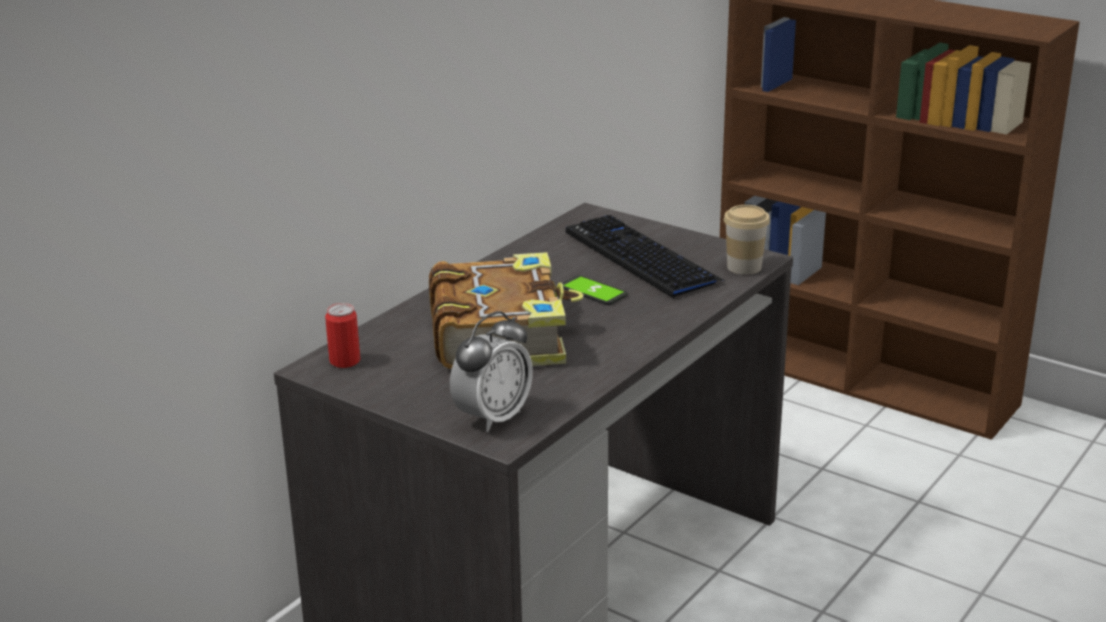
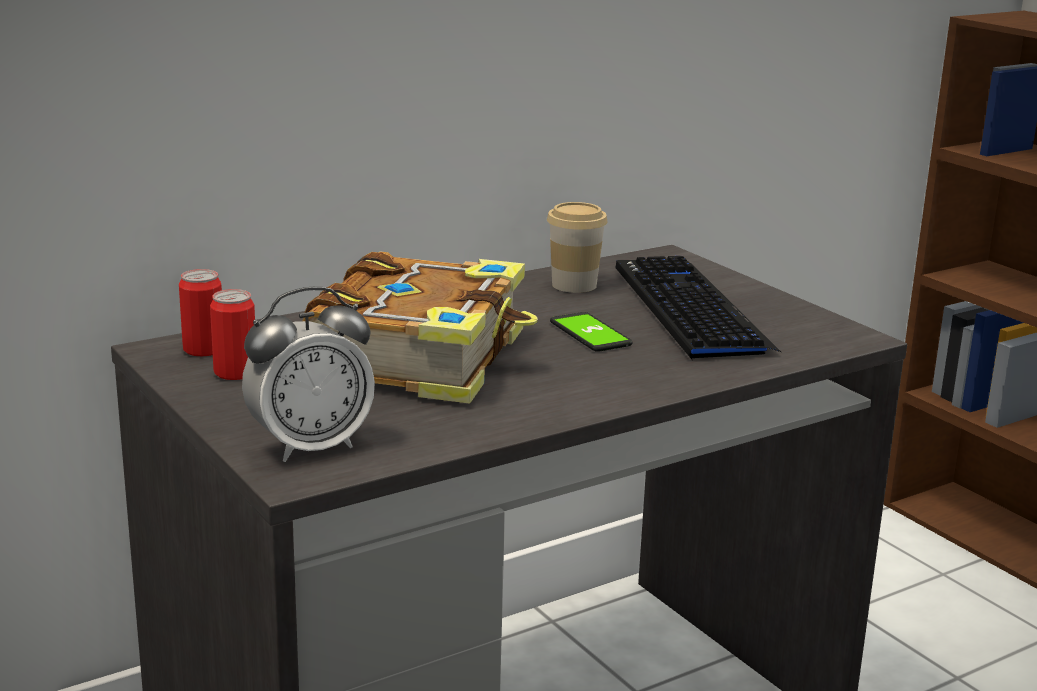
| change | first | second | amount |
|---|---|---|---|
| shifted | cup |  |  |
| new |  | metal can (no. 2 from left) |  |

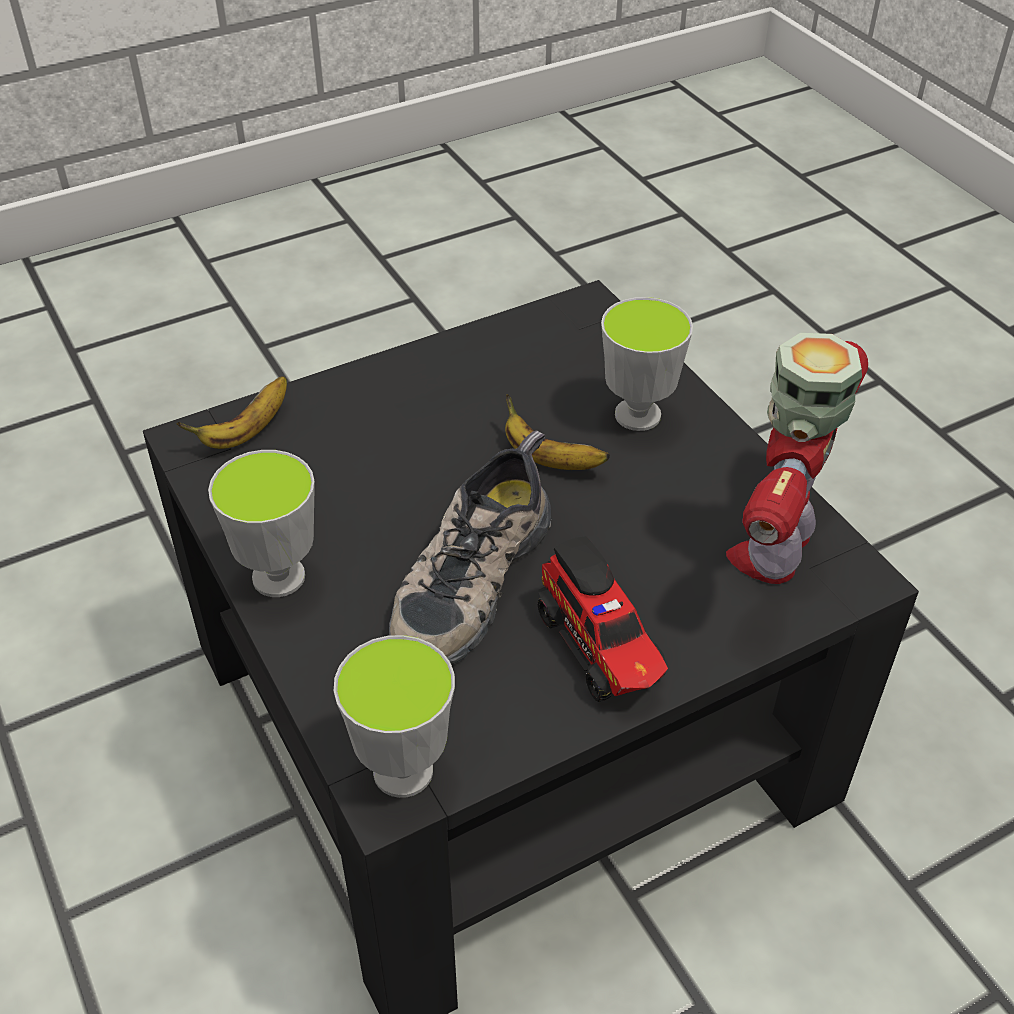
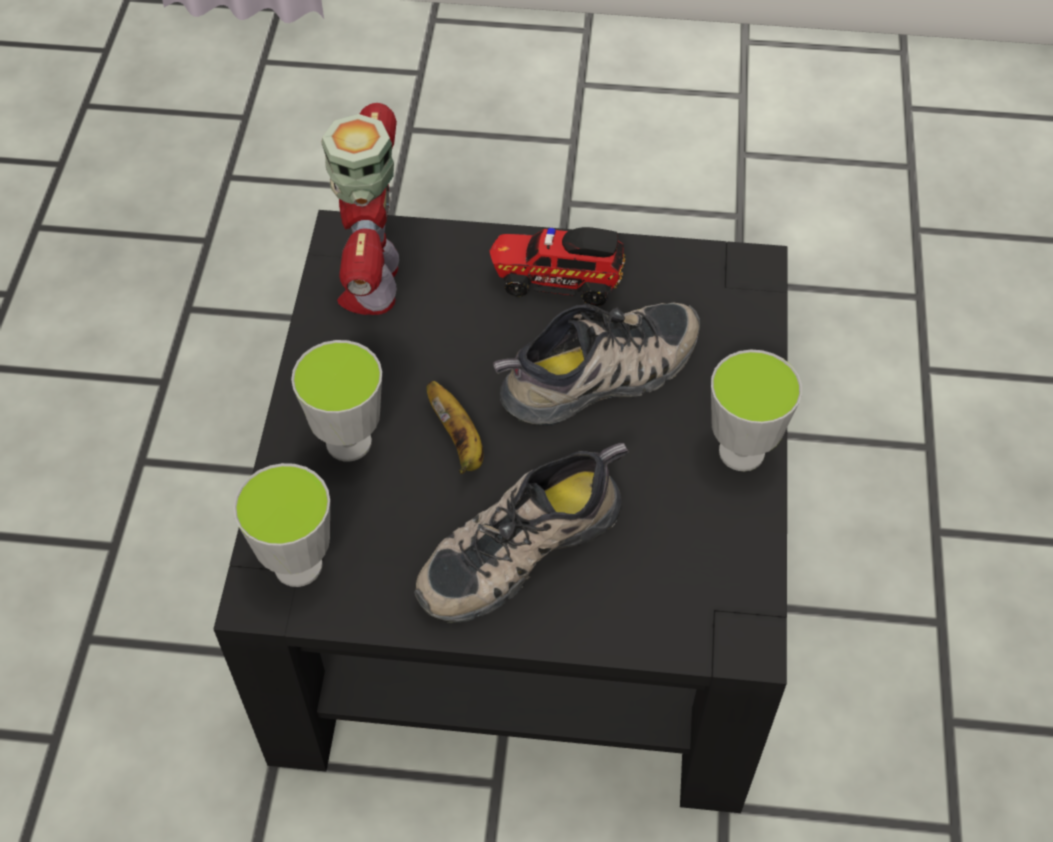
| change | first | second | amount |
|---|---|---|---|
| gone | banana (no. 1 from left) |  |  |
| shifted | cup (no. 2 from left in the first image) | cup (no. 1 from left) |  |
| rotated | toy truck |  | 90 degrees counterclockwise |
| rotated | model robot |  | 120 degrees clockwise |
| new |  | shoe (no. 1 from left) |  |

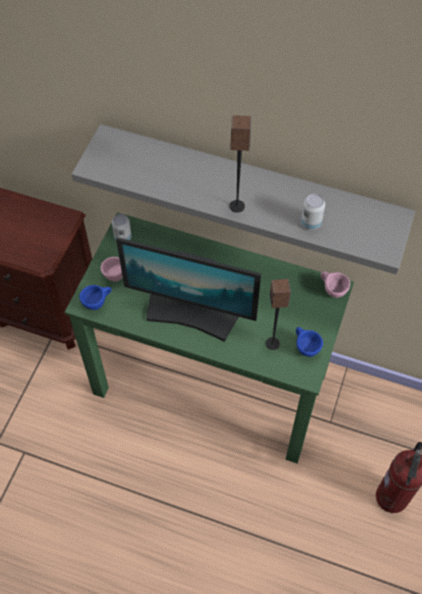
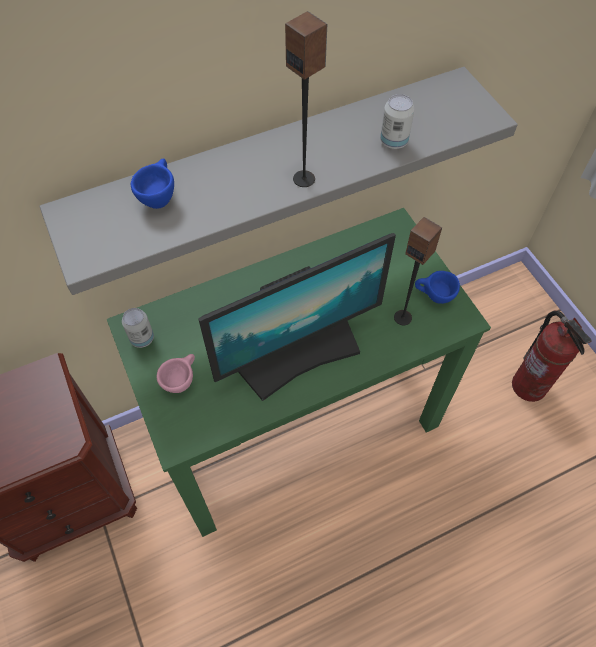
| change | first | second | amount |
|---|---|---|---|
| shifted | cup (blue-coloured) (no. 1 from left) |  |  |
| gone | cup (pink) (no. 2 from left) |  |  |

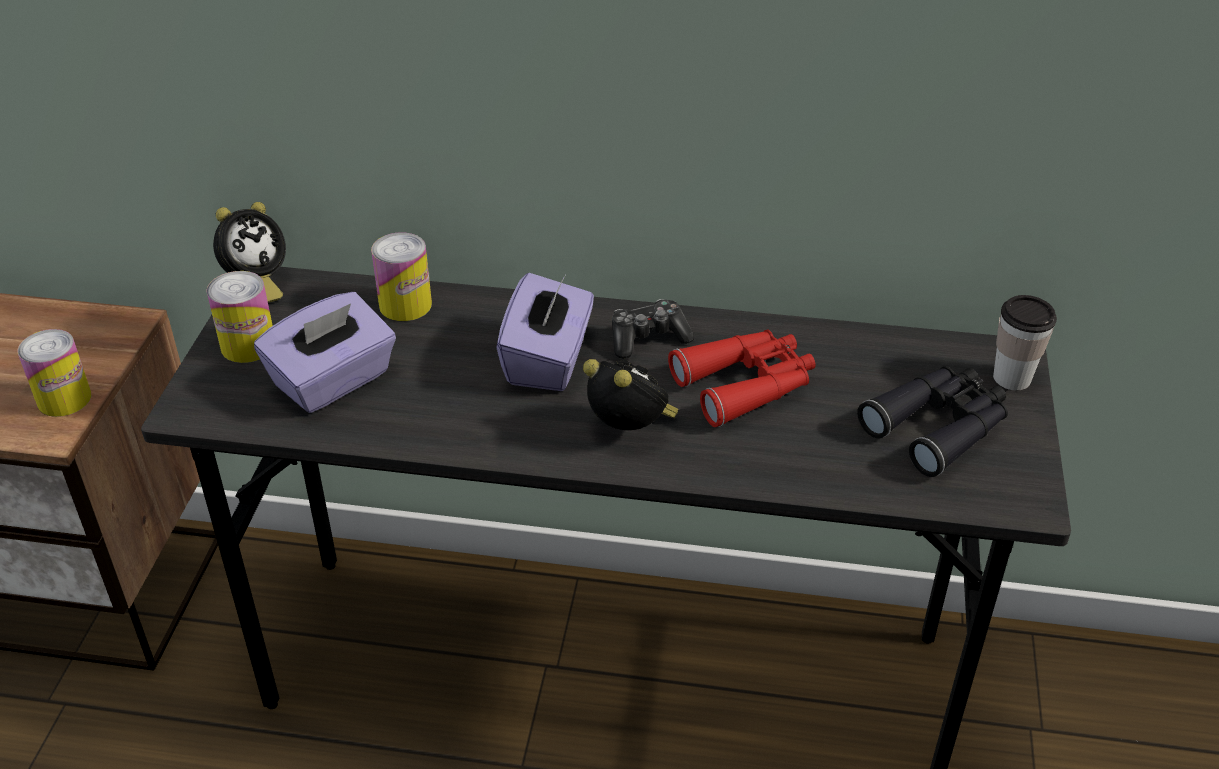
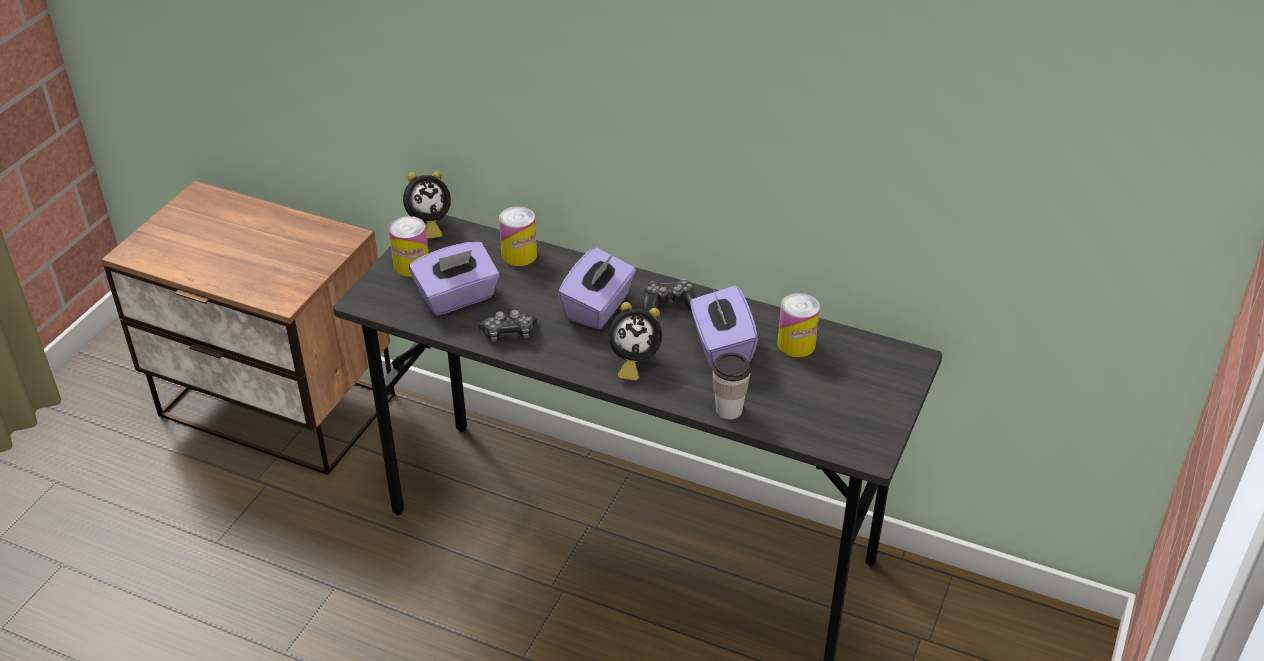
| change | first | second | amount |
|---|---|---|---|
| shifted | metal can (no. 1 from left in the first image) | metal can (no. 3 from left) |  |
| rotated | table clock (no. 2 from left) |  | 120 degrees clockwise |
| swapped | pair of binoculars (reddish) | tissue holder (purple) (no. 3 from left) |  |
| gone | pair of binoculars (black-coloured) |  |  |
| shifted | cup |  |  |
| new |  | game controller (no. 1 from left) |  |

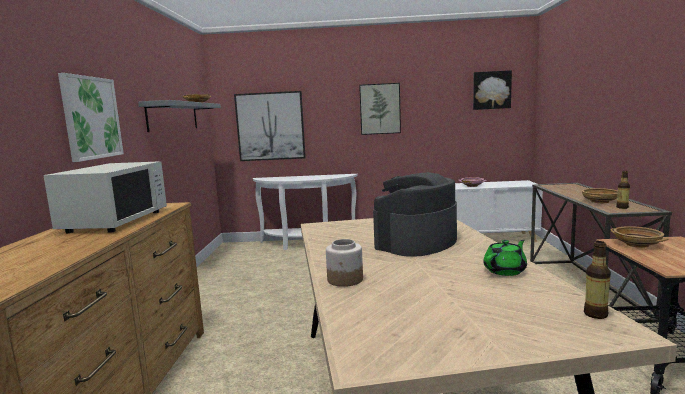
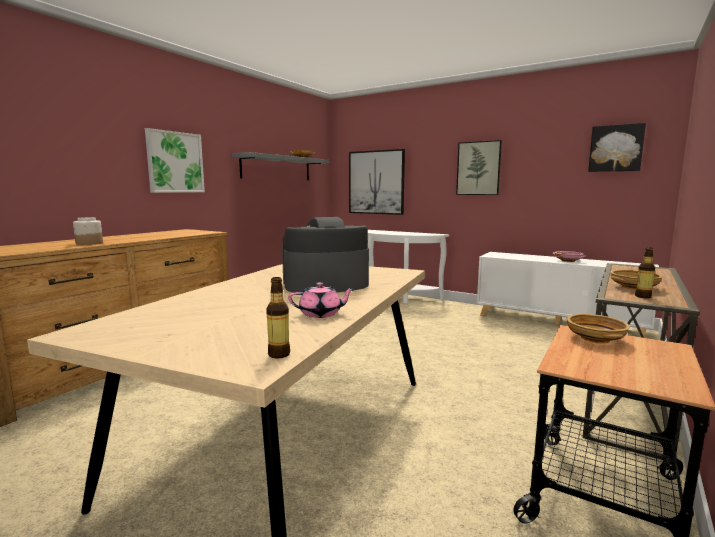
| change | first | second | amount |
|---|---|---|---|
| gone | microwave oven (white-coloured) |  |  |
| shifted | jar |  |  |
| repainted | pot for tea (green) | pot for tea (pink) |  |

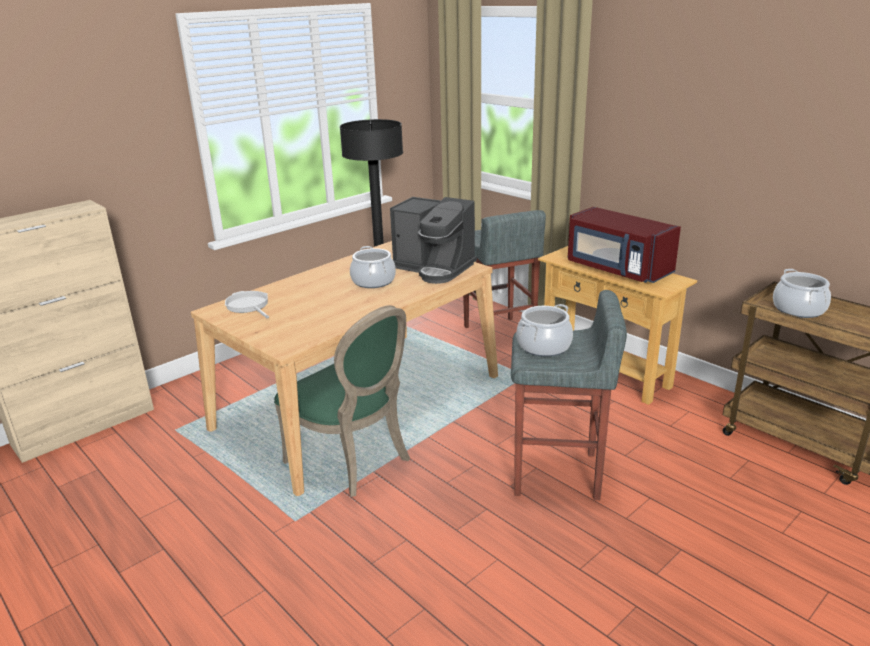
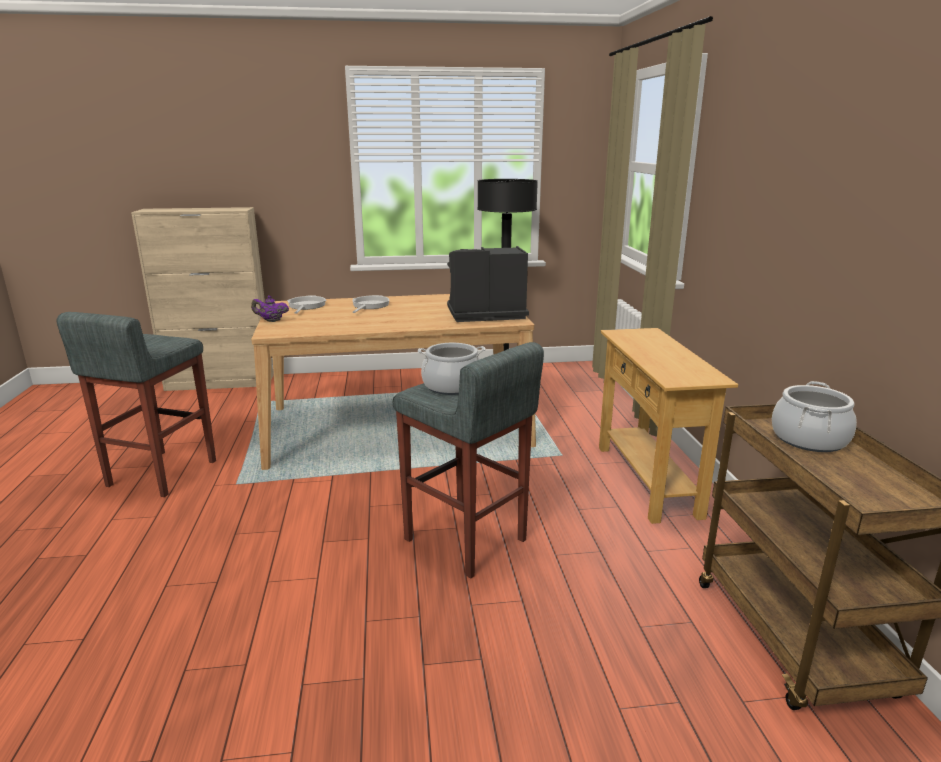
| change | first | second | amount |
|---|---|---|---|
| gone | upright chair (green) |  |  |
| gone | cooking pot (no. 1 from left) |  |  |
| rotated | coffee brewer |  | 105 degrees clockwise |
| shifted | stool seat (gray) (no. 1 from left) |  |  |
| gone | microwave oven (reddish) |  |  |
| new |  | pot for tea (purple) |  |
| new |  | pan (no. 2 from left) |  |

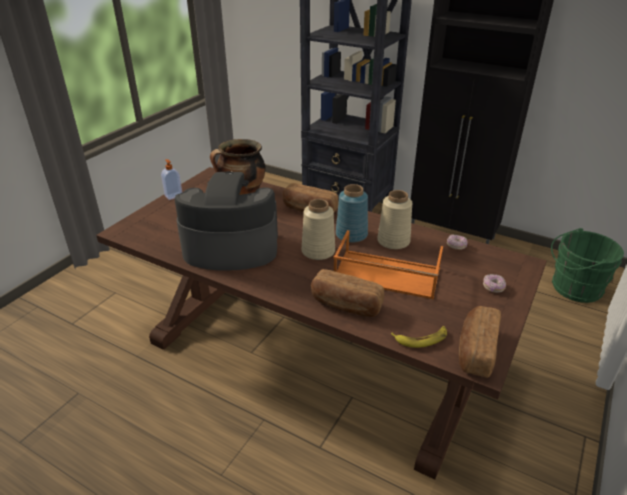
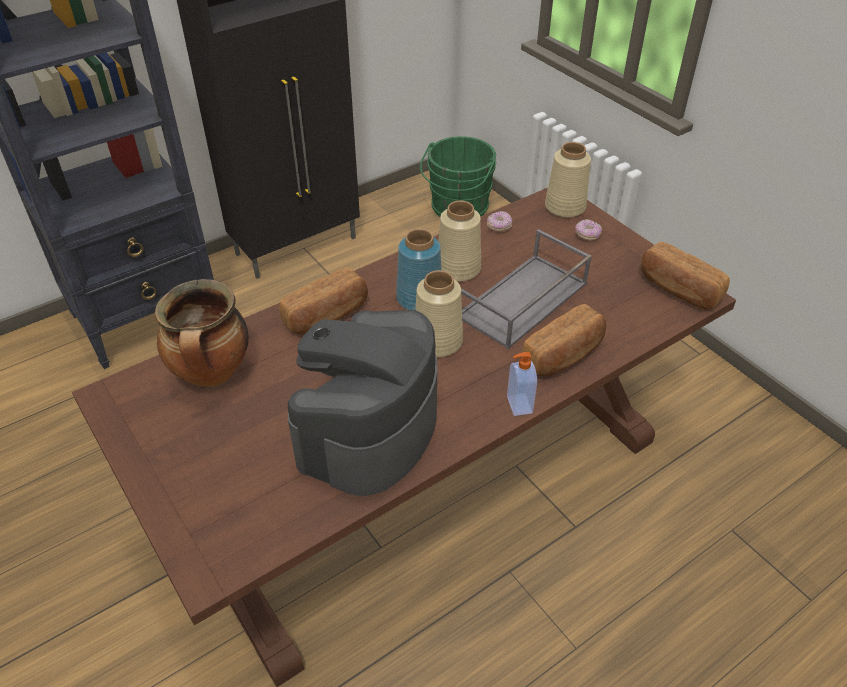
| change | first | second | amount |
|---|---|---|---|
| shifted | soap dispenser |  |  |
| repainted | carrying tray (orangey) | carrying tray (gray) |  |
| gone | banana |  |  |
| new |  | flower vase (beige-coloured) (no. 3 from left) |  |

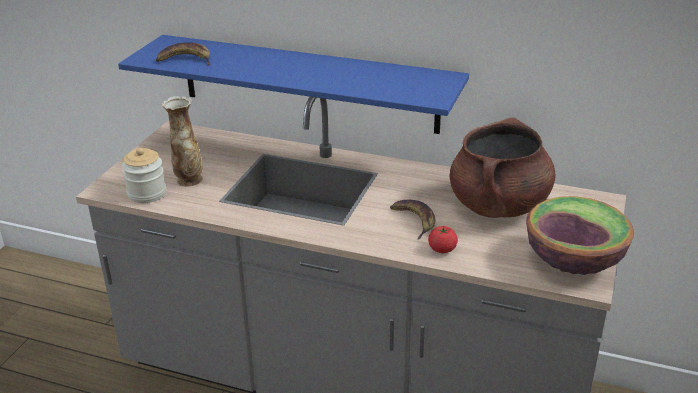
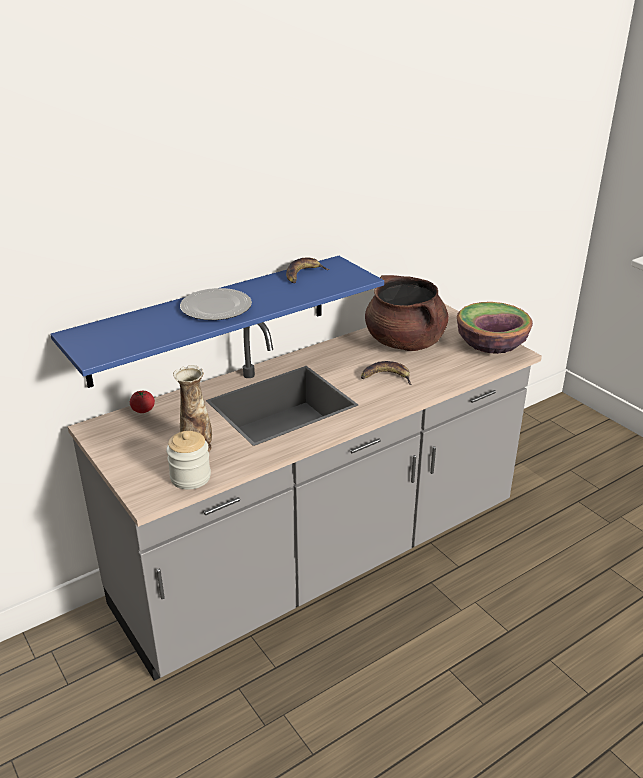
| change | first | second | amount |
|---|---|---|---|
| shifted | banana (no. 1 from left) |  |  |
| shifted | tomato |  |  |
| new |  | plate |  |

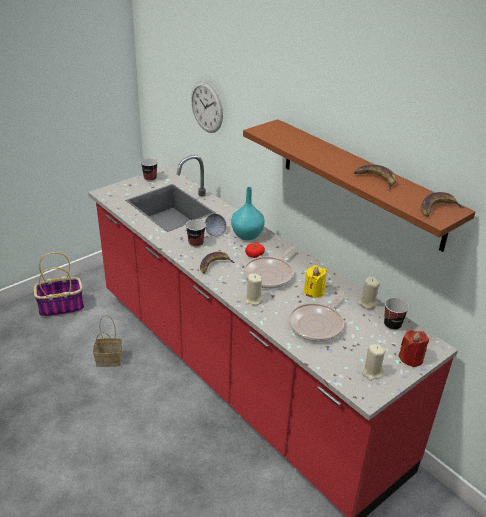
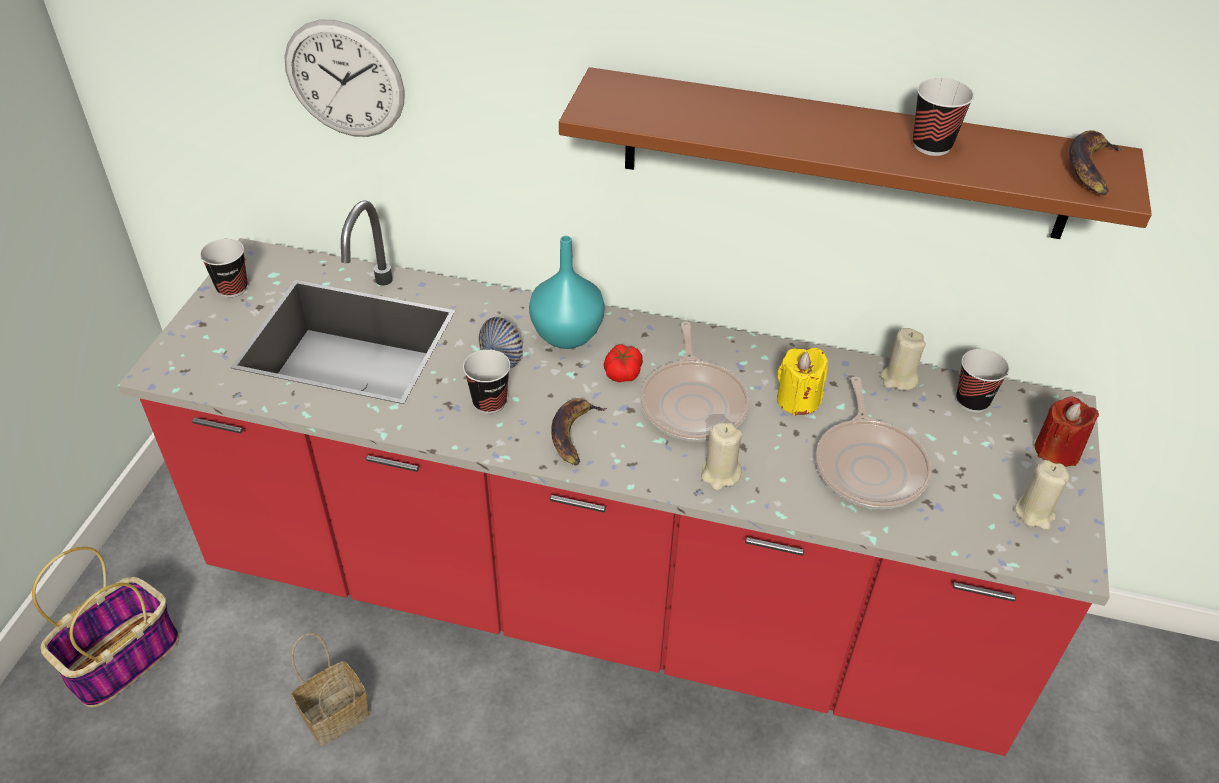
| change | first | second | amount |
|---|---|---|---|
| swapped | banana (no. 2 from left) | cup (no. 3 from left) |  |

